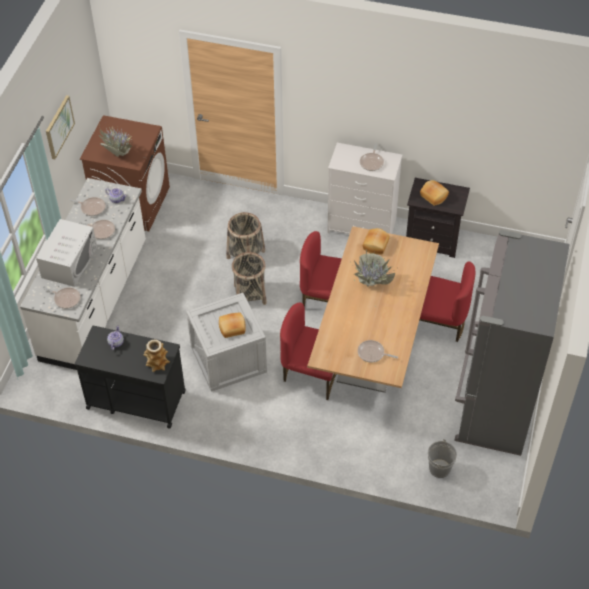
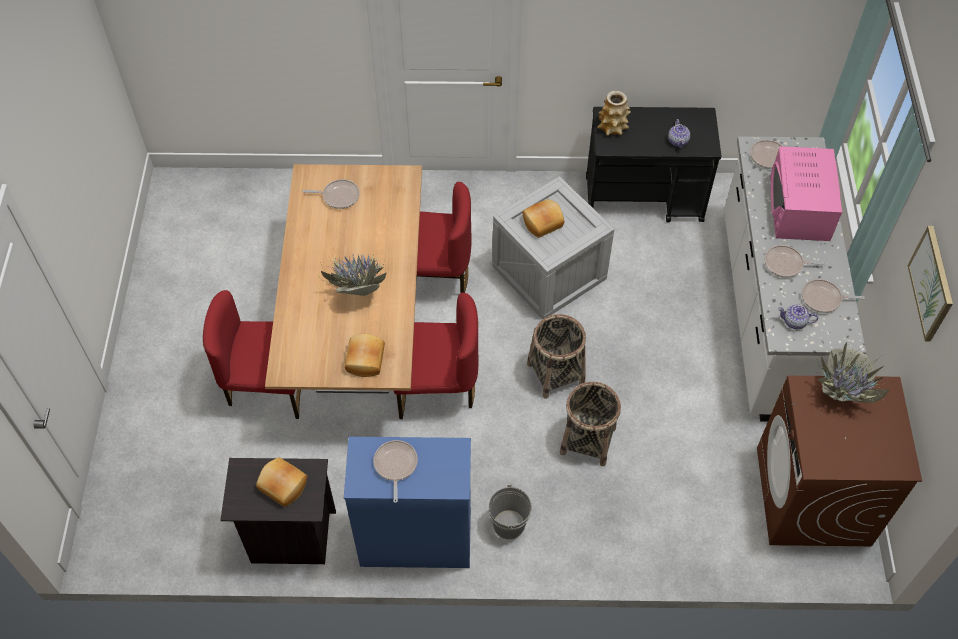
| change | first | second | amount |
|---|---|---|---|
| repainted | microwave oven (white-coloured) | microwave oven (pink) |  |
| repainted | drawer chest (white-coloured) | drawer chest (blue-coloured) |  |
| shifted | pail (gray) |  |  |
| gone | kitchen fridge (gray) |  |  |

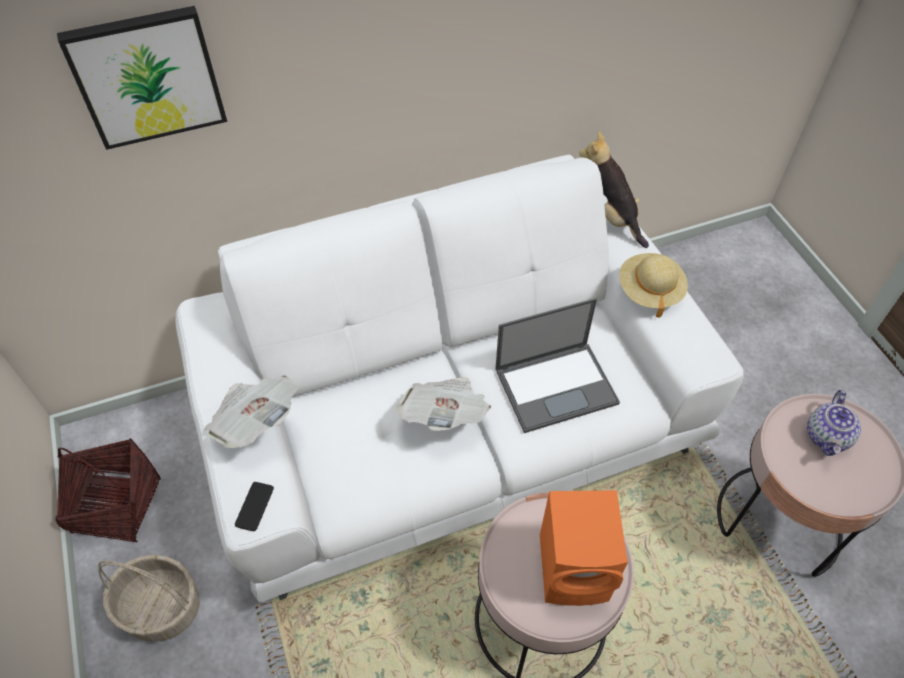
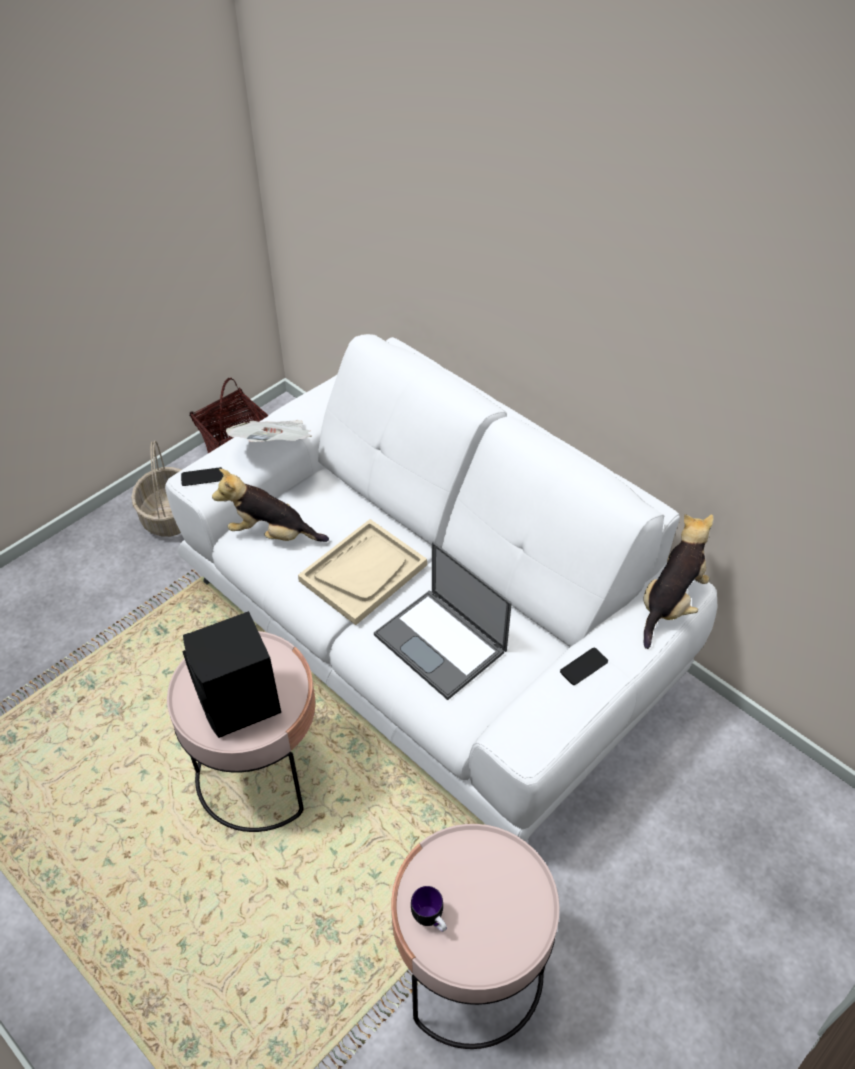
| change | first | second | amount |
|---|---|---|---|
| gone | wall art |  |  |
| swapped | printed paper (no. 2 from left) | carrying tray (beige-coloured) |  |
| repainted | loudspeaker (orangey) | loudspeaker (black-coloured) |  |
| swapped | clothing hat (beige-coloured) | telephone (no. 2 from left) |  |
| gone | pot for tea |  |  |
| new |  | cuddly toy (no. 1 from left) |  |
| new |  | coffee mug |  |

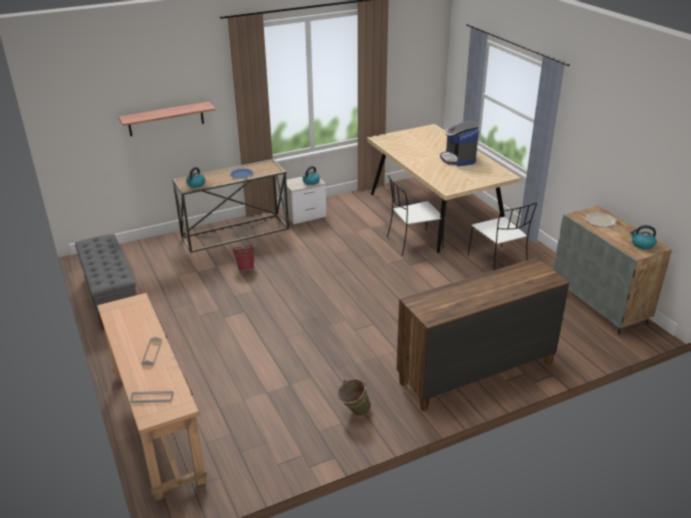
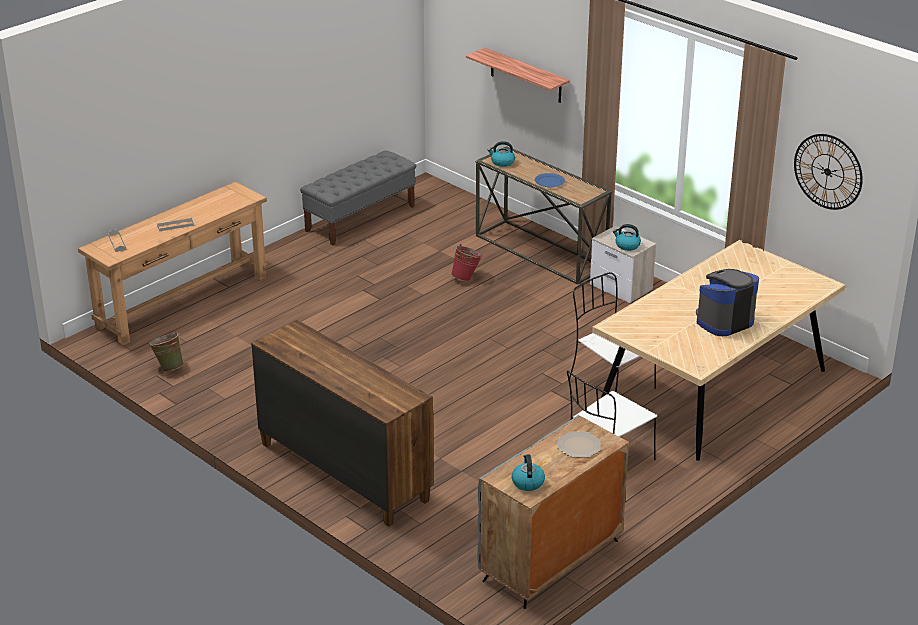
| change | first | second | amount |
|---|---|---|---|
| shifted | pail (green) |  |  |
| new |  | wall clock |  |

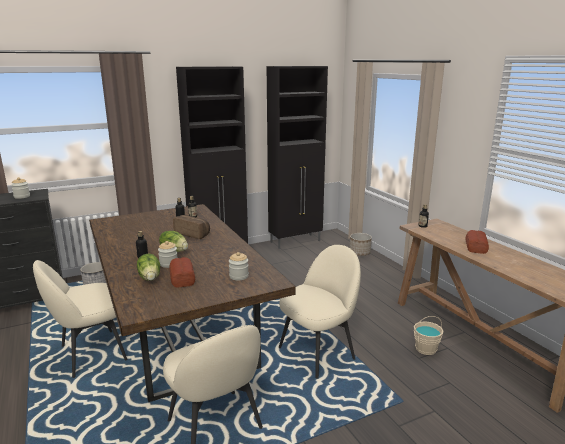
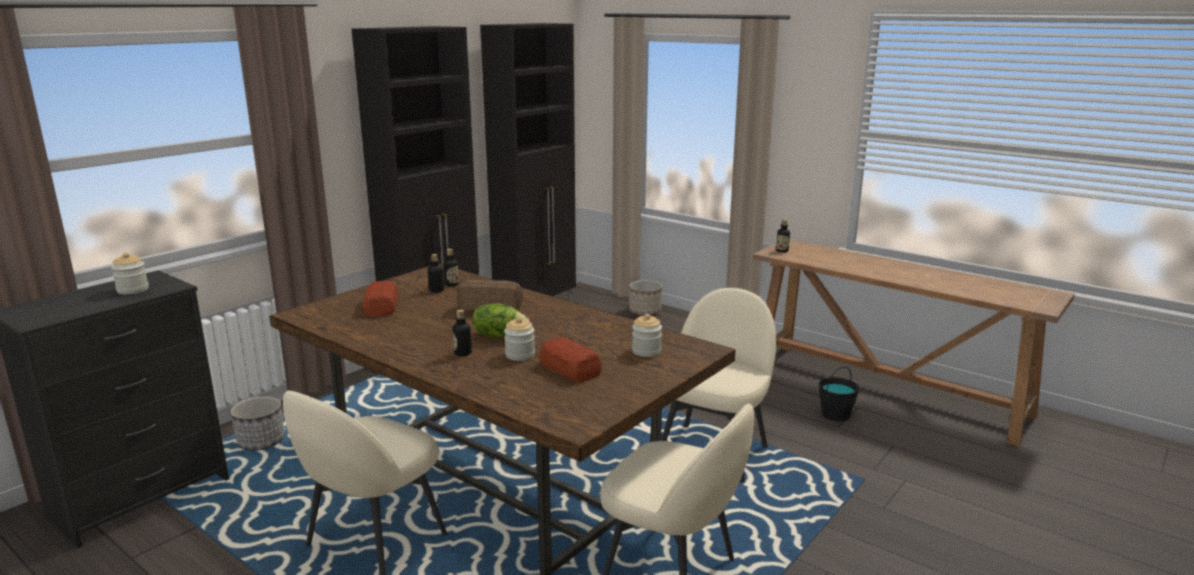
| change | first | second | amount |
|---|---|---|---|
| gone | lettuce head (no. 1 from left) |  |  |
| repainted | pail (beige-coloured) | pail (black-coloured) |  |
| shifted | baked bread (no. 3 from left in the first image) | baked bread (no. 1 from left) |  |

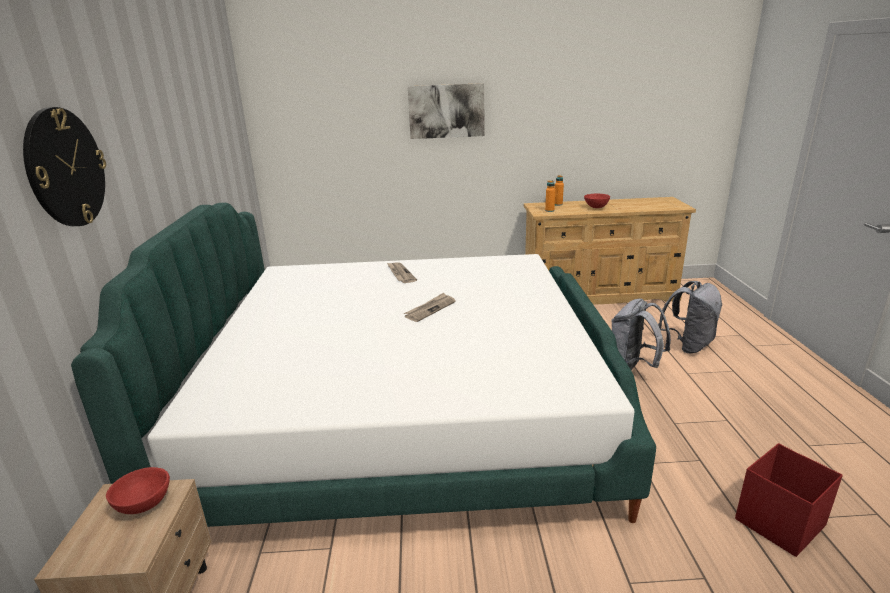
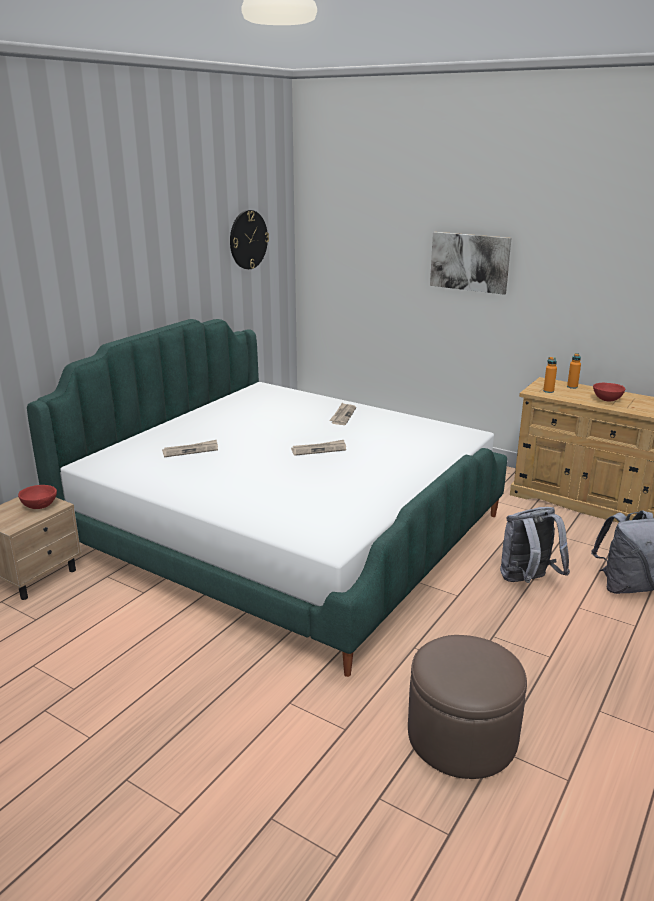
| change | first | second | amount |
|---|---|---|---|
| shifted | wall clock |  |  |
| swapped | storage bin (reddish) | pouffe (brown) |  |
| new |  | printed paper (no. 1 from left) |  |

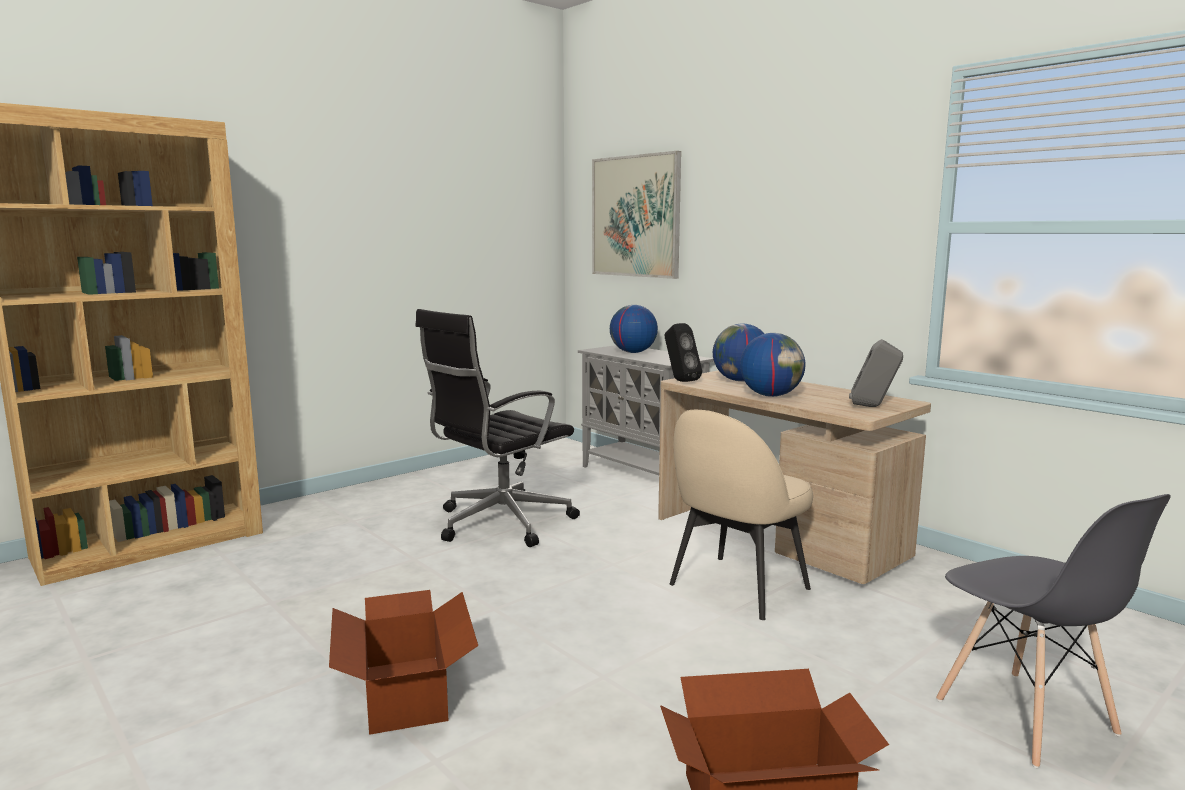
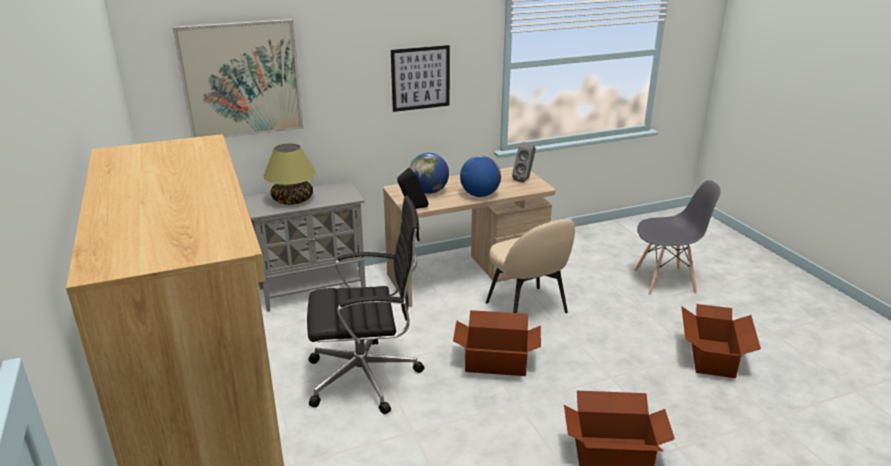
| change | first | second | amount |
|---|---|---|---|
| rotated | desk chair (black-coloured) |  | 75 degrees counterclockwise |
| swapped | globe (no. 1 from left) | table lamp |  |
| new |  | wall art (no. 2 from left) |  |
| new |  | packing box (no. 1 from left) |  |

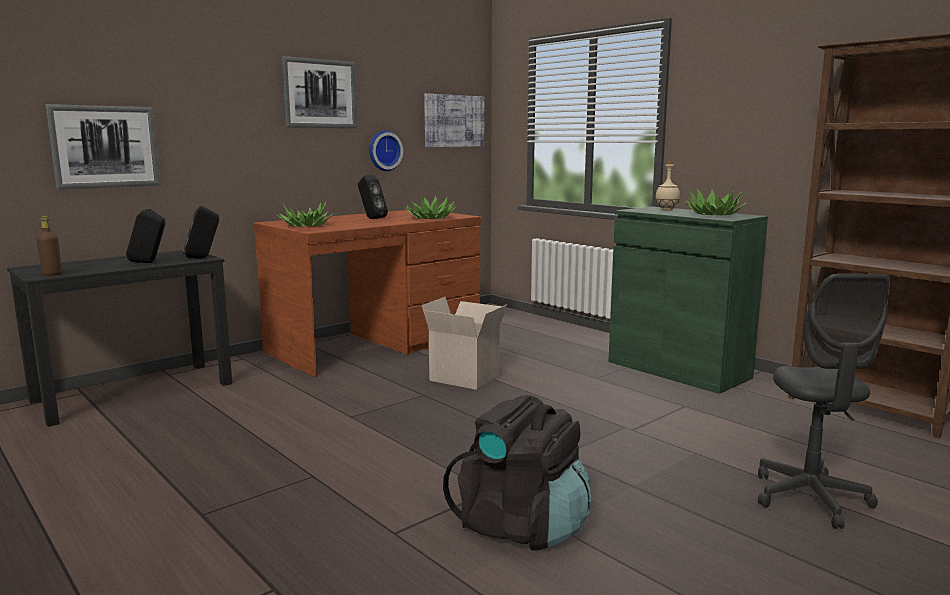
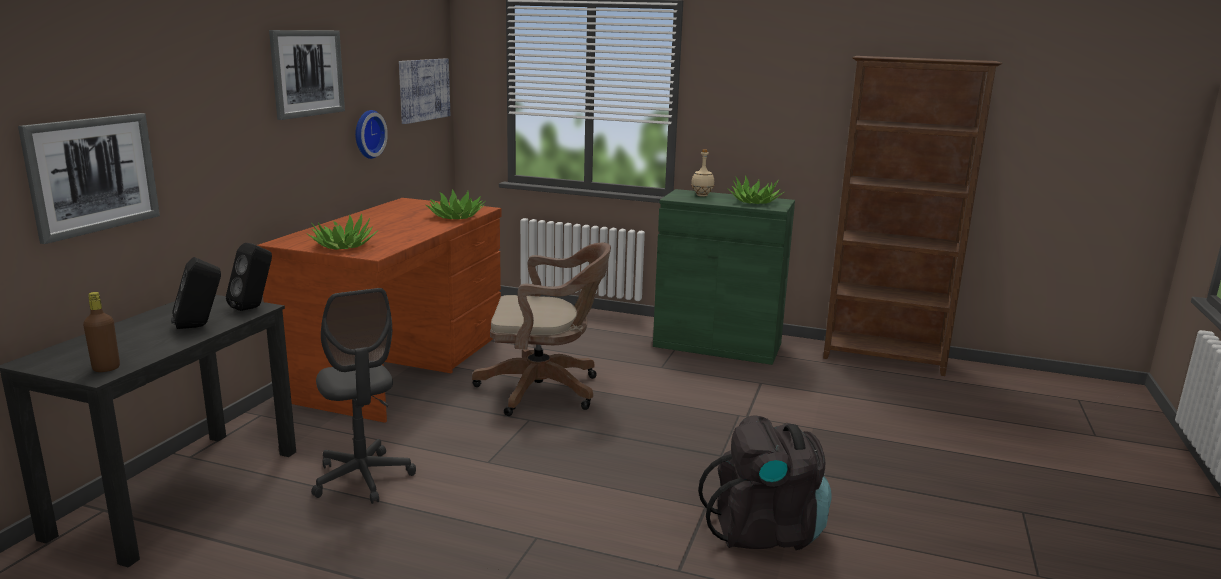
| change | first | second | amount |
|---|---|---|---|
| gone | loudspeaker (black-coloured) (no. 3 from left) |  |  |
| swapped | packing box | desk chair (brown) |  |
| shifted | desk chair (gray) |  |  |

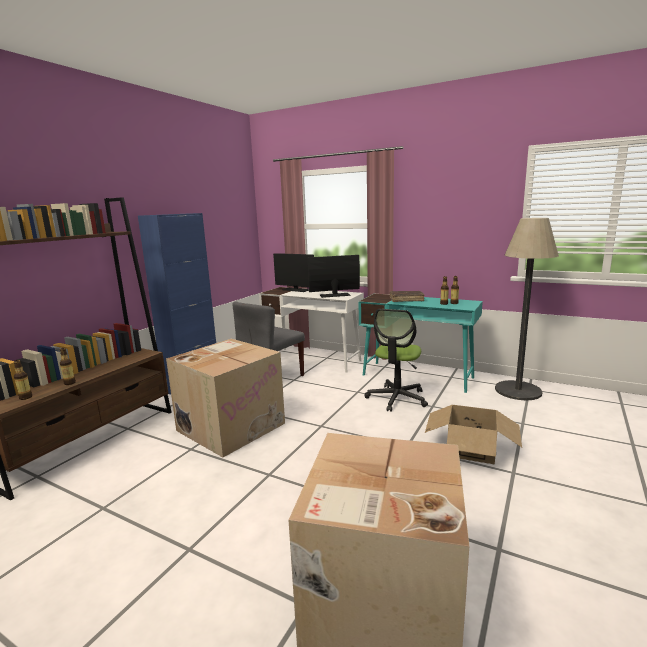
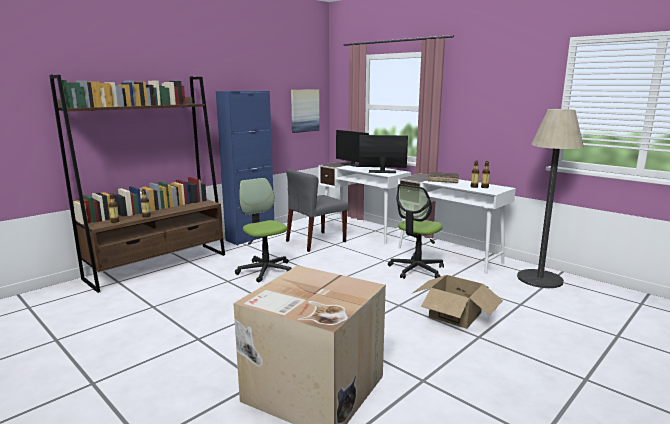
| change | first | second | amount |
|---|---|---|---|
| swapped | packing box (no. 1 from left) | desk chair (no. 1 from left) |  |
| repainted | desk (turquoise) | desk (white-coloured) (no. 2 from left) |  |
| new |  | wall art |  |

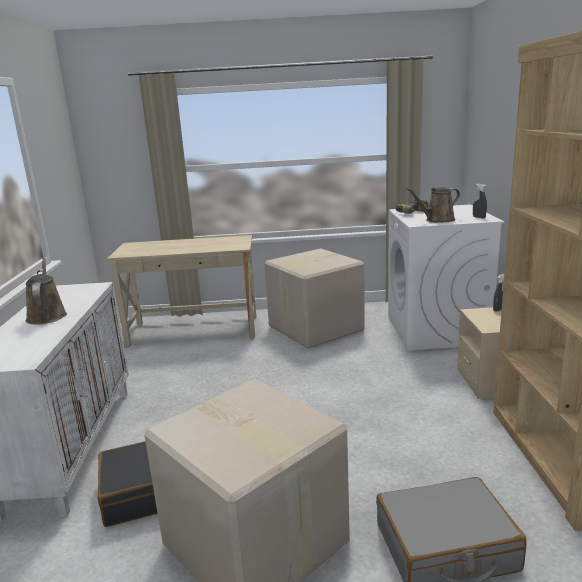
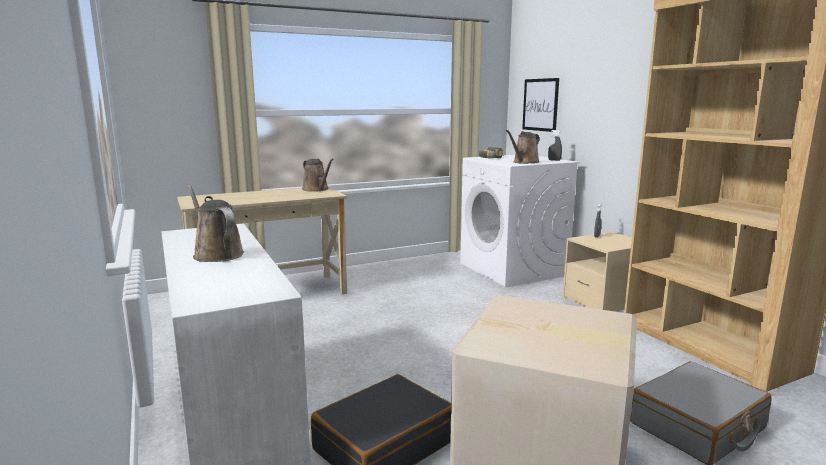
| change | first | second | amount |
|---|---|---|---|
| gone | packing box (no. 2 from left) |  |  |
| new |  | watering can (brown) (no. 2 from left) |  |
| new |  | wall art |  |

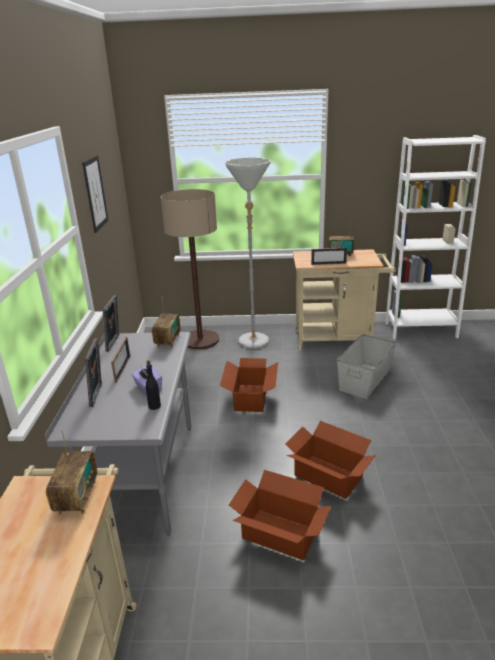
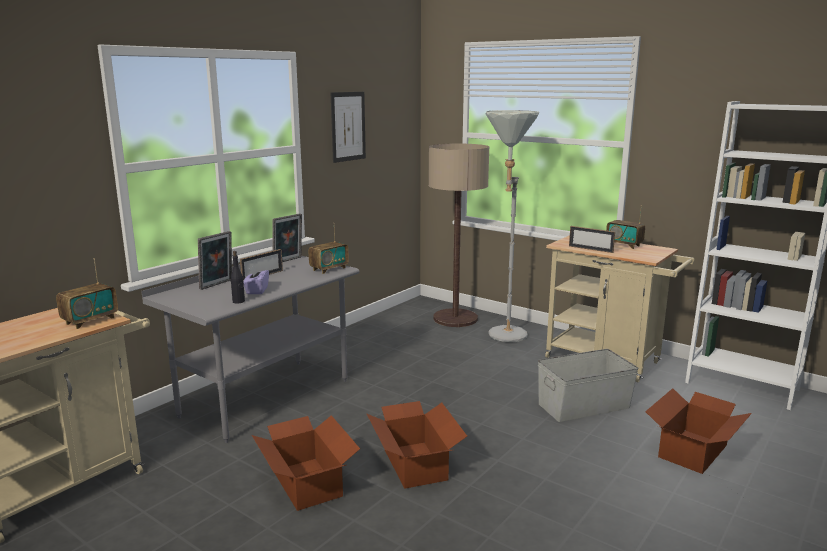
| change | first | second | amount |
|---|---|---|---|
| shifted | packing box (no. 1 from left in the first image) | packing box (no. 3 from left) |  |

